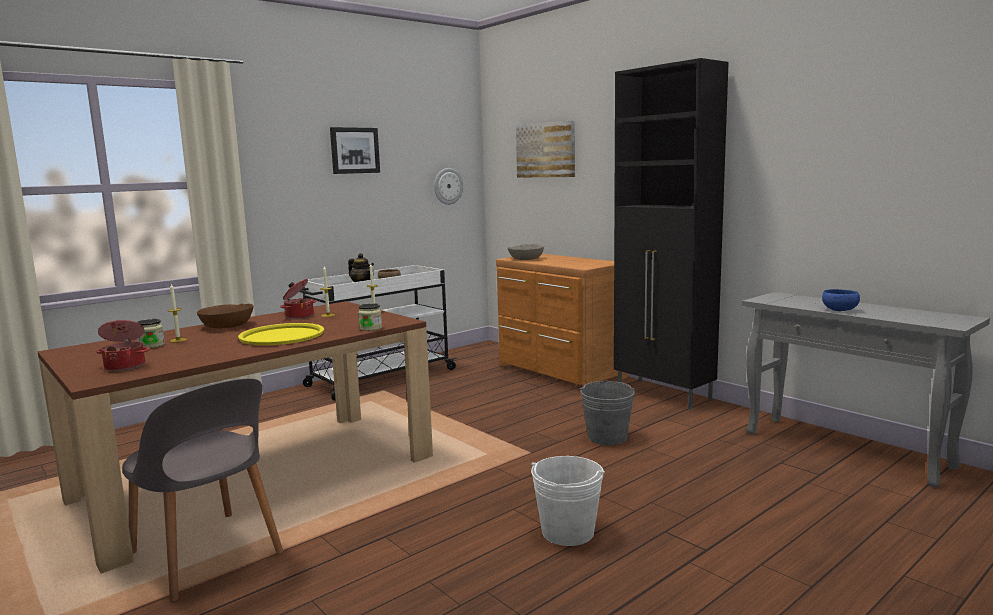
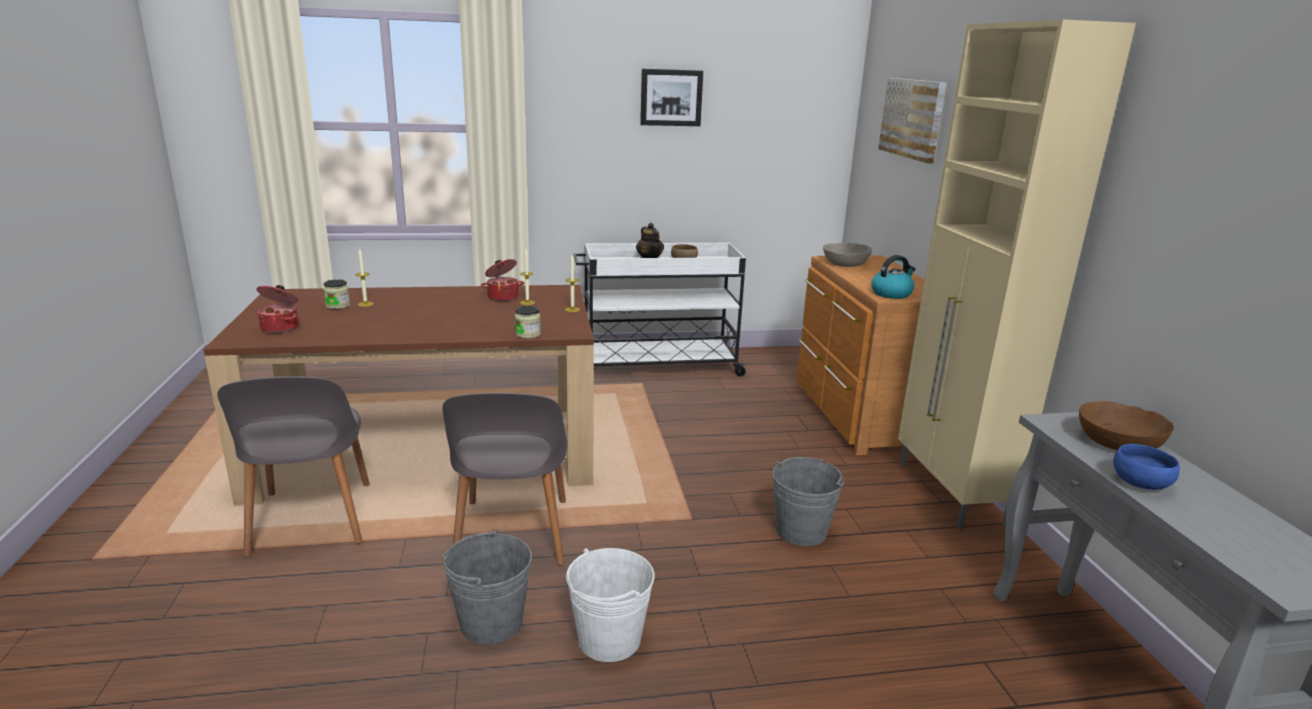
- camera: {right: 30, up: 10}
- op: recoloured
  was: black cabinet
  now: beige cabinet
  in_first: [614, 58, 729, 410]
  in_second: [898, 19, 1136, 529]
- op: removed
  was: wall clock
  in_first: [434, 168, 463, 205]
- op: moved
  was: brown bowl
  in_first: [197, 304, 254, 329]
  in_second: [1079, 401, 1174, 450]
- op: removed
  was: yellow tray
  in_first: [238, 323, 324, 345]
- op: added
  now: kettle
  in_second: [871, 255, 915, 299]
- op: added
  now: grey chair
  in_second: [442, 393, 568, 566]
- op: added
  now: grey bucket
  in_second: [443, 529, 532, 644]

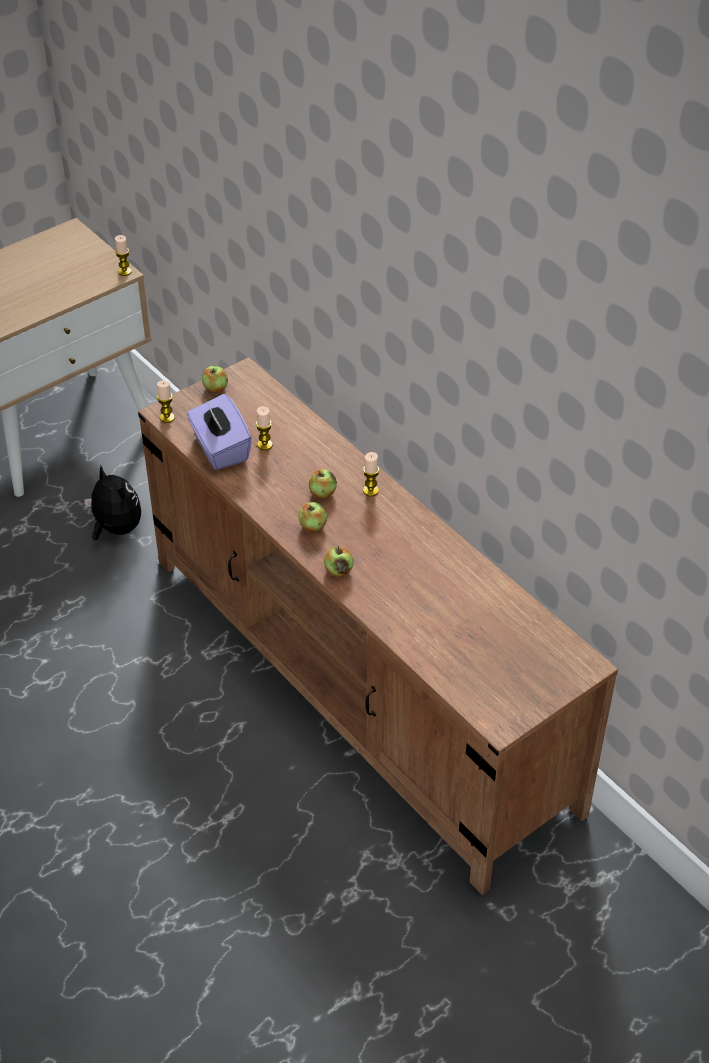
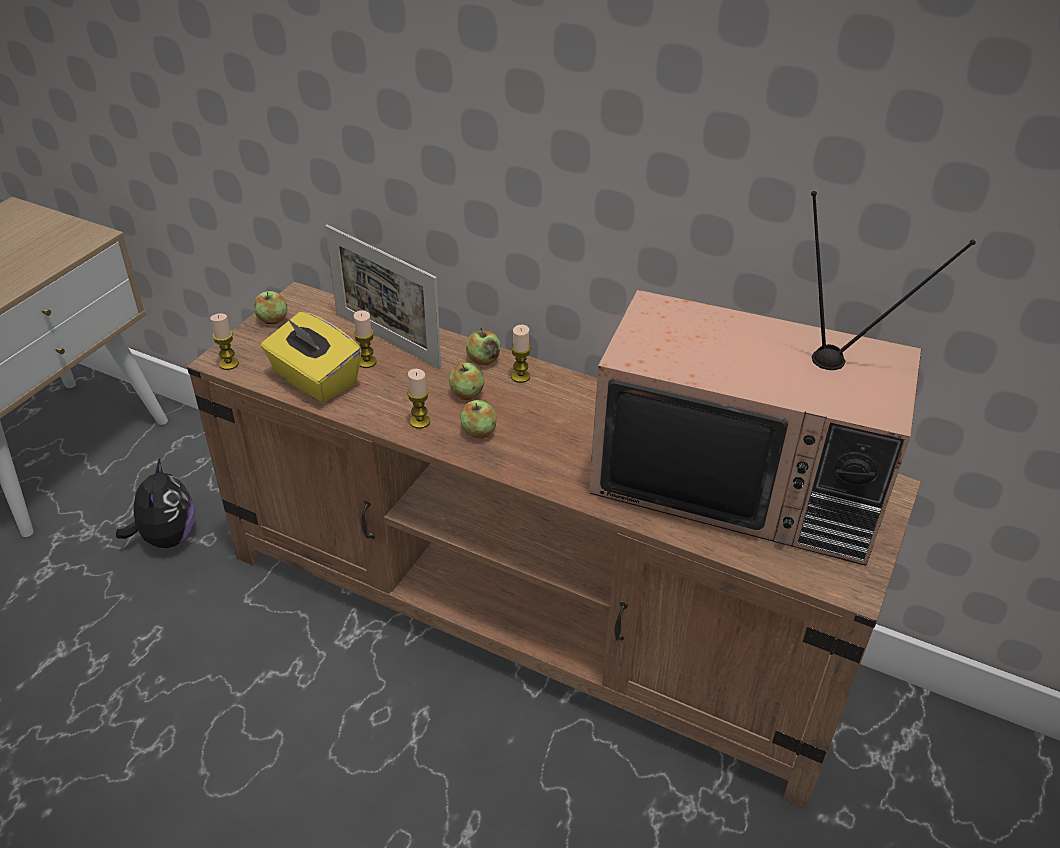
- camera: {right: -25, up: -5}
- op: moved
  was: candle
  in_first: [115, 235, 132, 276]
  in_second: [407, 369, 430, 429]
- op: recoloured
  was: purple tissue box
  now: yellow tissue box
  in_first: [187, 394, 252, 470]
  in_second: [261, 312, 362, 403]
- op: turned
  was: plush toy
  in_first: [84, 466, 141, 540]
  in_second: [116, 458, 194, 548]
  clockwise: 60
- op: moved
  was: apple
  in_first: [324, 546, 354, 577]
  in_second: [466, 328, 500, 365]
- op: added
  now: television
  in_second: [589, 191, 976, 566]
- op: added
  now: picture frame
  in_second: [325, 224, 441, 369]

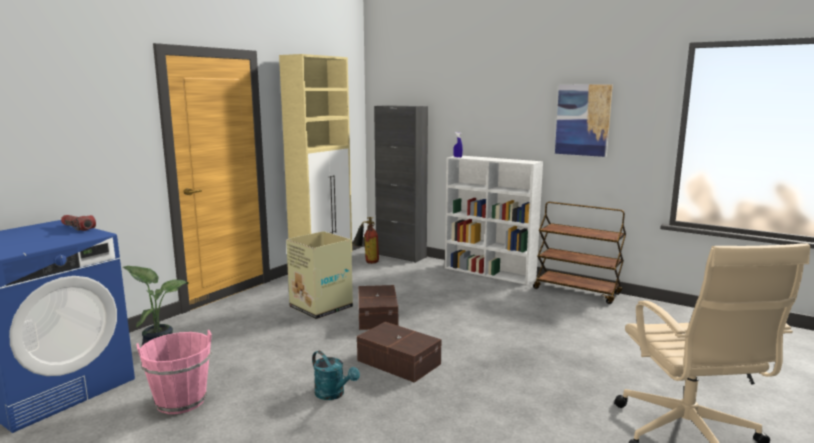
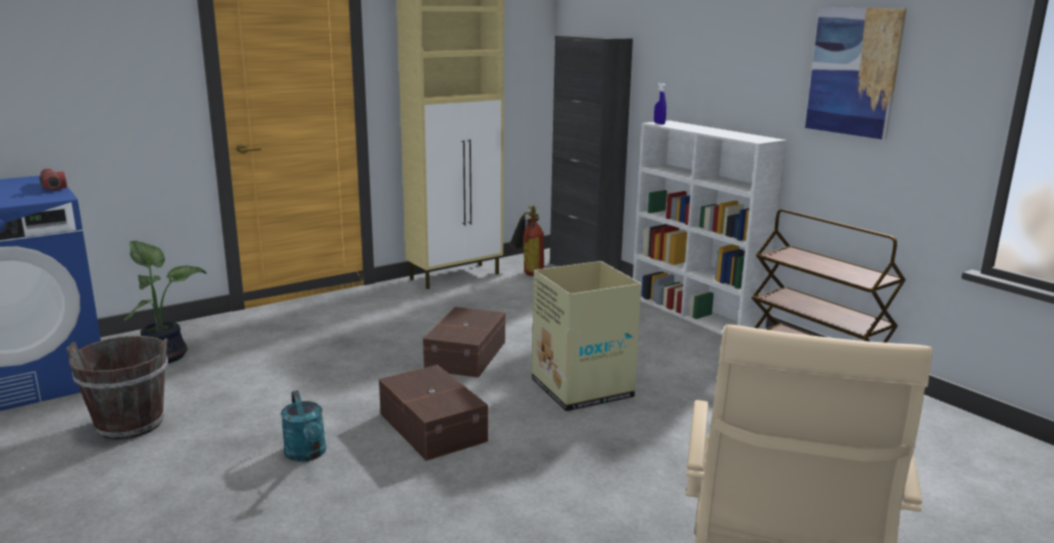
- camera: {right: 20, up: 5}
- op: moved
  was: cardboard box
  in_first: [286, 231, 353, 319]
  in_second: [532, 261, 641, 412]
- op: recoloured
  was: pink bucket
  now: brown bucket
  in_first: [137, 330, 212, 414]
  in_second: [66, 336, 168, 440]

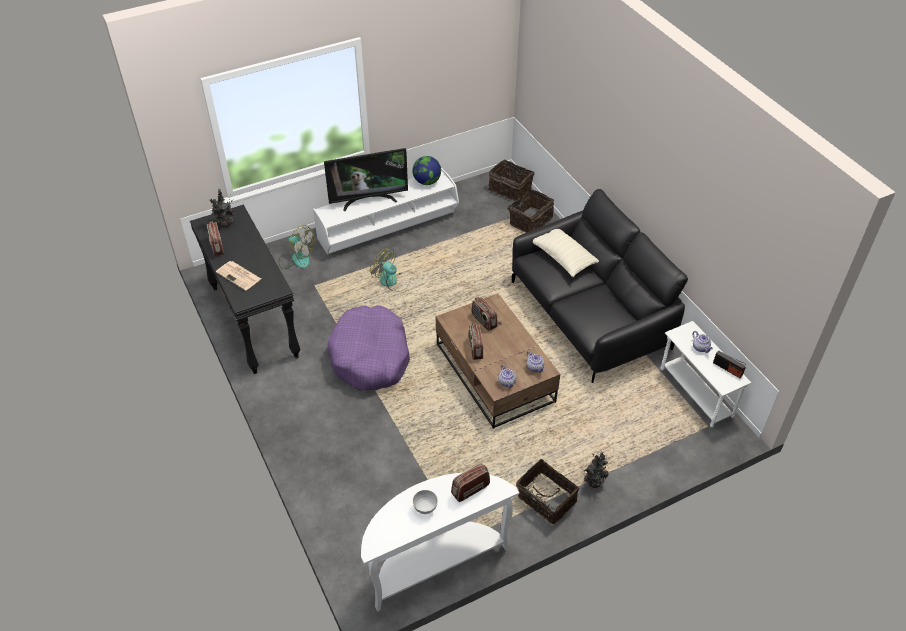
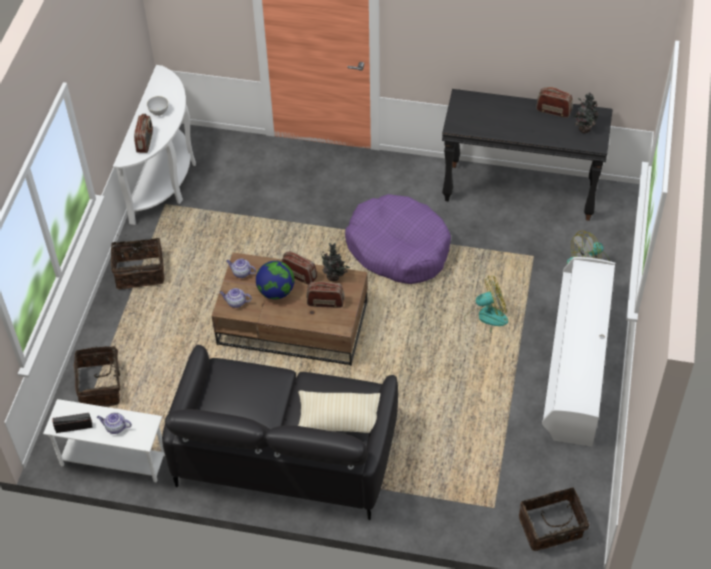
- camera: {right: 130, up: 5}
- op: removed
  was: television
  in_first: [324, 148, 408, 211]
- op: moved
  was: globe
  in_first: [412, 156, 441, 185]
  in_second: [256, 261, 294, 299]
- op: moved
  was: basket
  in_first: [508, 189, 554, 233]
  in_second: [74, 346, 127, 407]
- op: removed
  was: newspaper
  in_first: [216, 261, 261, 291]
- op: moved
  was: potted plant
  in_first: [584, 452, 609, 488]
  in_second: [321, 243, 350, 281]

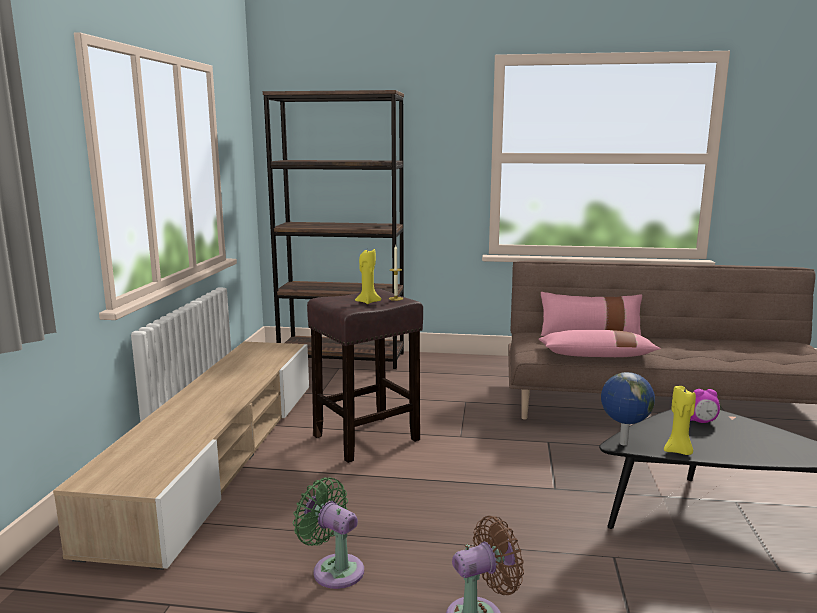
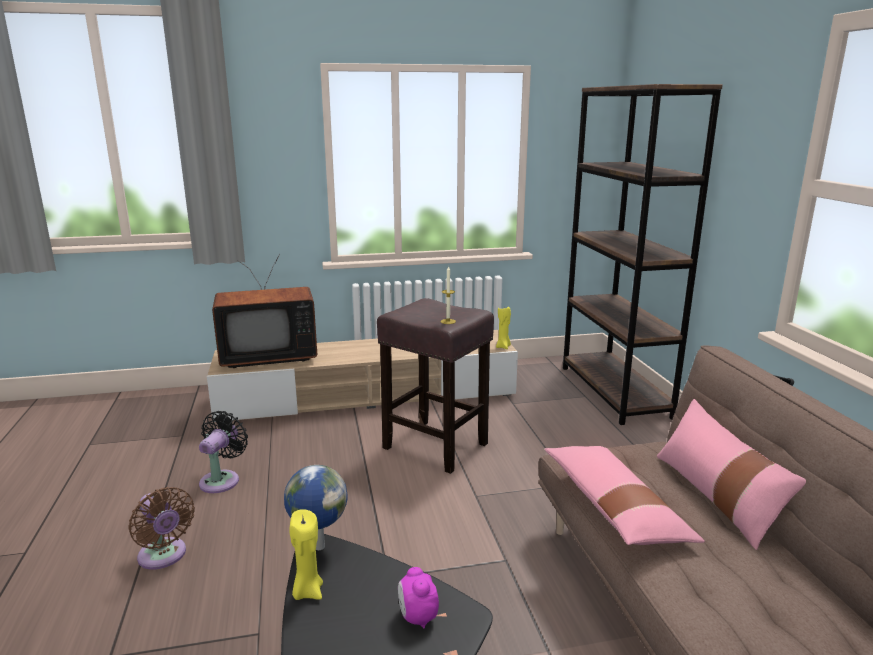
- camera: {right: 70, up: 5}
- op: moved
  was: yellow candle
  in_first: [355, 249, 381, 304]
  in_second: [496, 305, 511, 349]
- op: recoloured
  was: green fan
  now: black fan
  in_first: [293, 477, 364, 589]
  in_second: [199, 411, 248, 493]
- op: added
  now: television
  in_second: [212, 254, 317, 368]

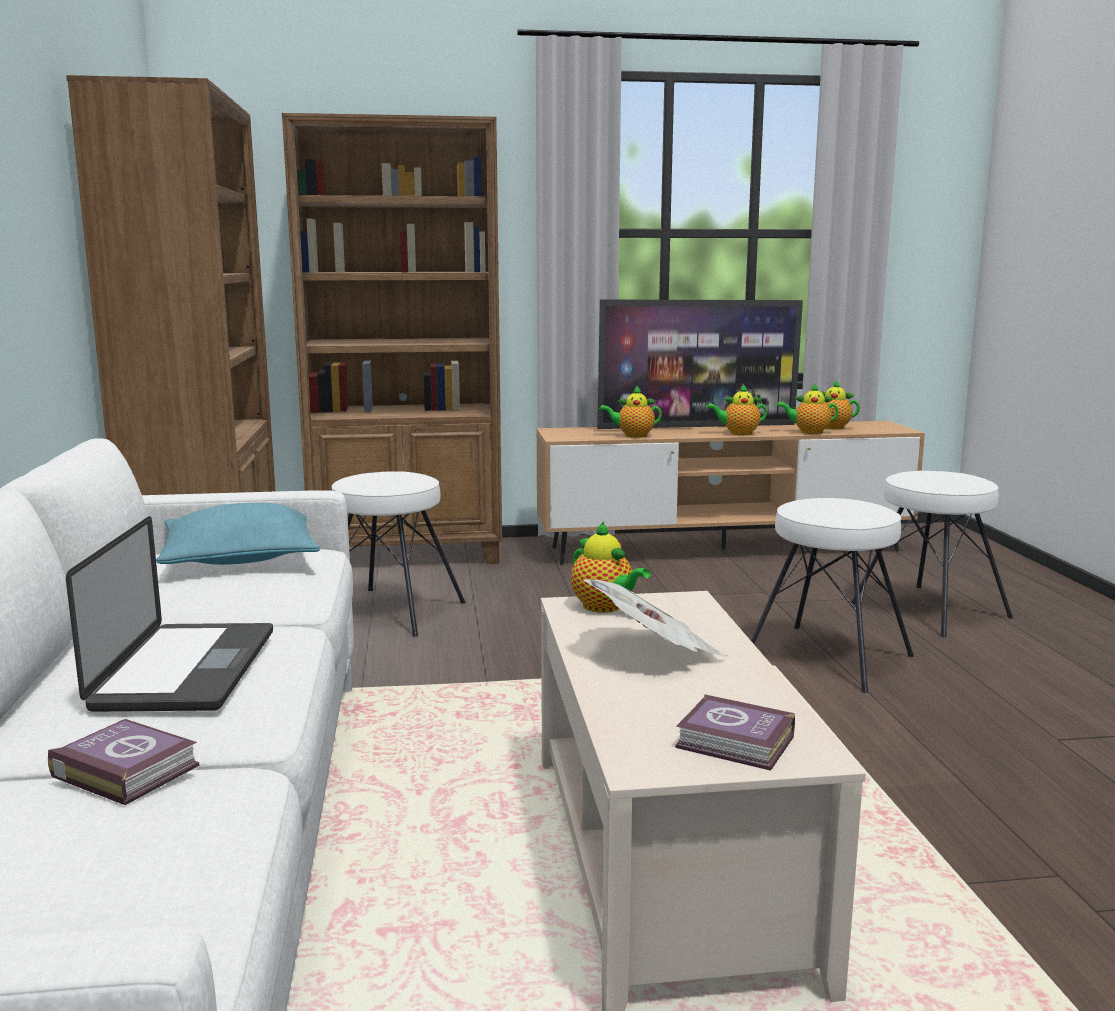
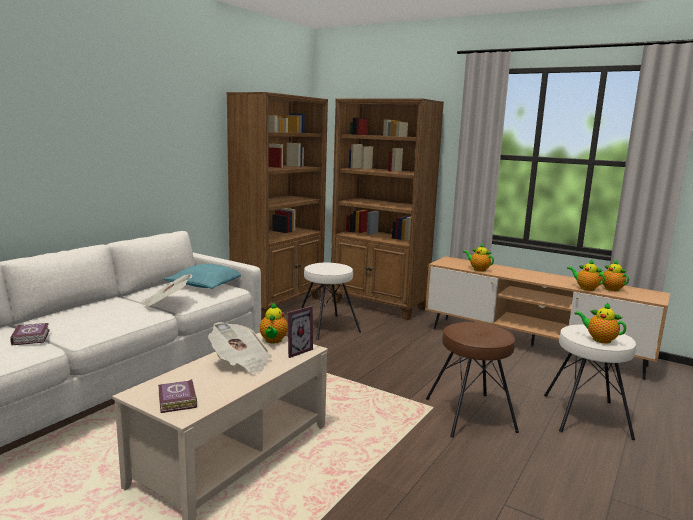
- camera: {right: 40, up: 0}
- op: removed
  was: television
  in_first: [597, 299, 803, 429]
- op: moved
  was: teapot
  in_first: [706, 384, 767, 435]
  in_second: [574, 303, 626, 344]
- op: recoloured
  was: white stool
  now: brown stool
  in_first: [751, 498, 914, 693]
  in_second: [426, 322, 519, 438]
- op: removed
  was: laptop
  in_first: [66, 516, 273, 712]
- op: added
  now: newspaper
  in_second: [141, 274, 192, 307]
- op: added
  now: picture frame
  in_second: [288, 306, 313, 358]

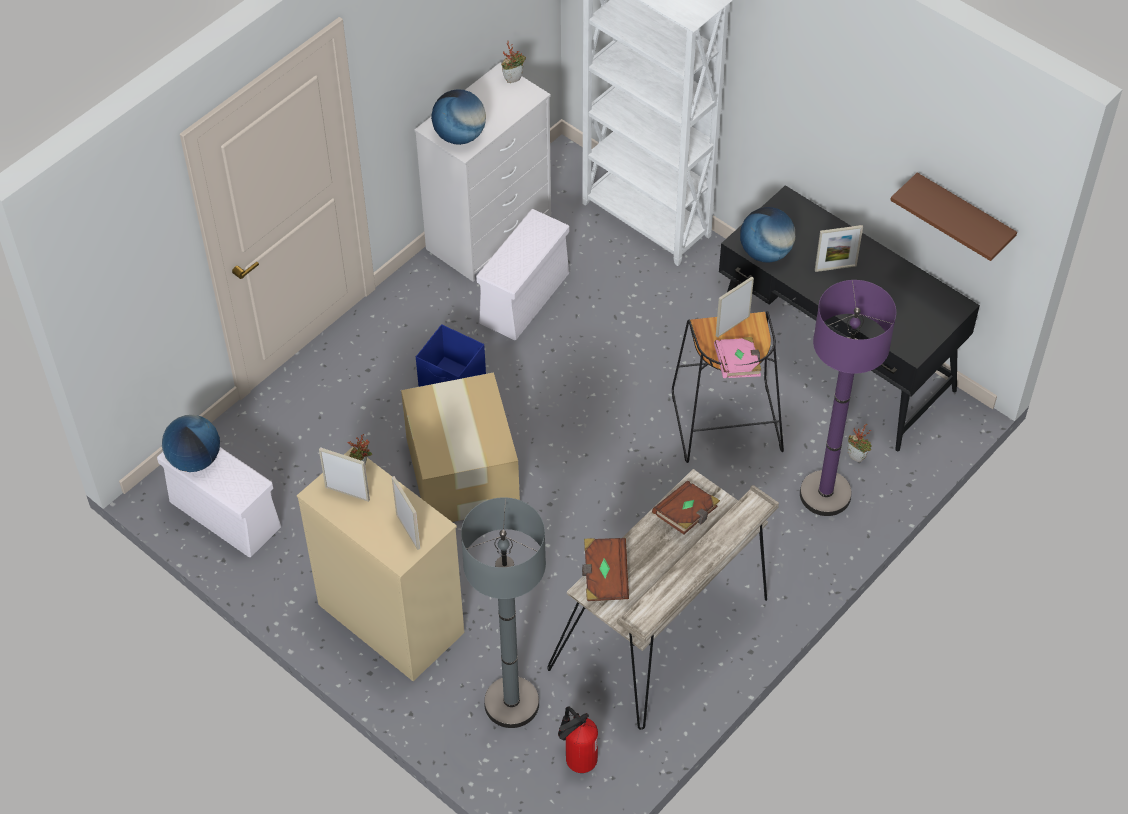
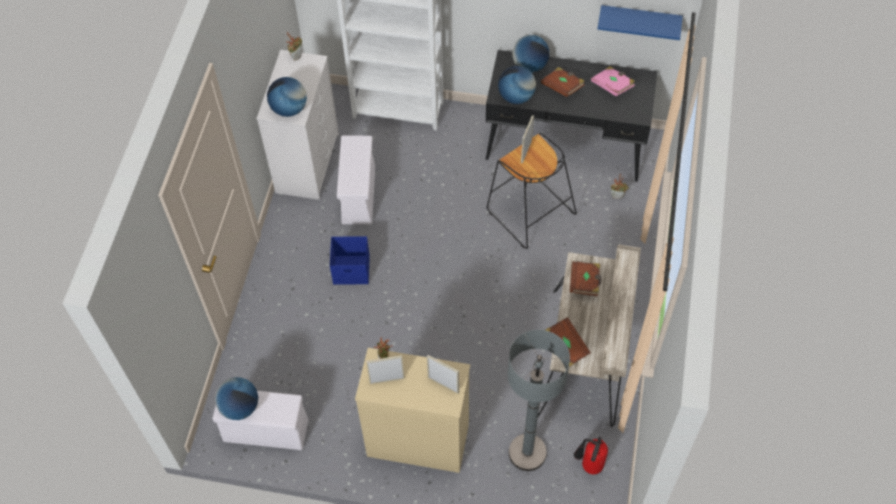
- camera: {right: -30, up: 5}
- op: recoloured
  was: brown shelf
  now: blue shelf
  in_first: [890, 172, 1017, 261]
  in_second: [598, 5, 683, 40]
- op: replaced
  was: picture frame
  now: brown book
  in_first: [815, 225, 863, 272]
  in_second: [541, 67, 585, 97]
- op: removed
  was: purple floor lamp
  in_first: [800, 280, 896, 516]
- op: moved
  was: pink book
  in_first: [714, 337, 761, 378]
  in_second: [591, 66, 635, 96]
- op: removed
  was: cardboard box
  in_first: [401, 372, 520, 522]
- op: added
  now: globe
  in_second: [512, 35, 549, 72]

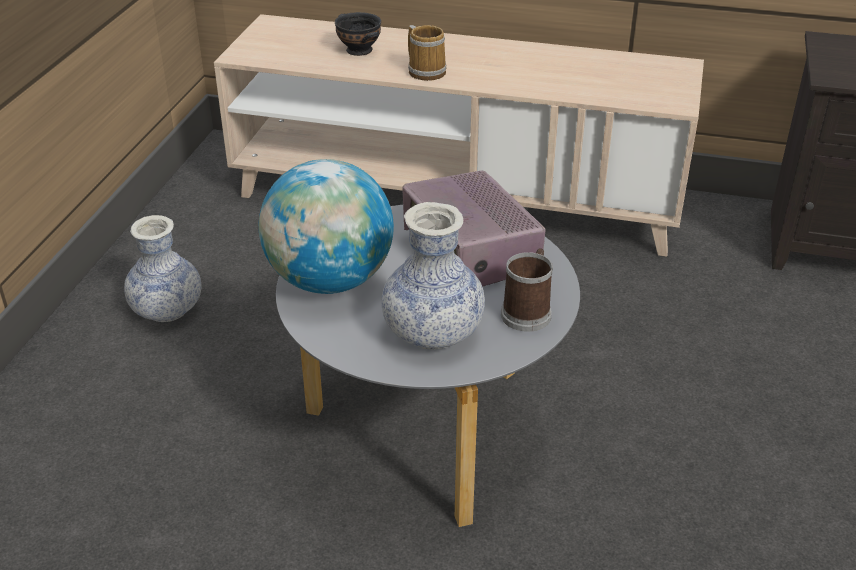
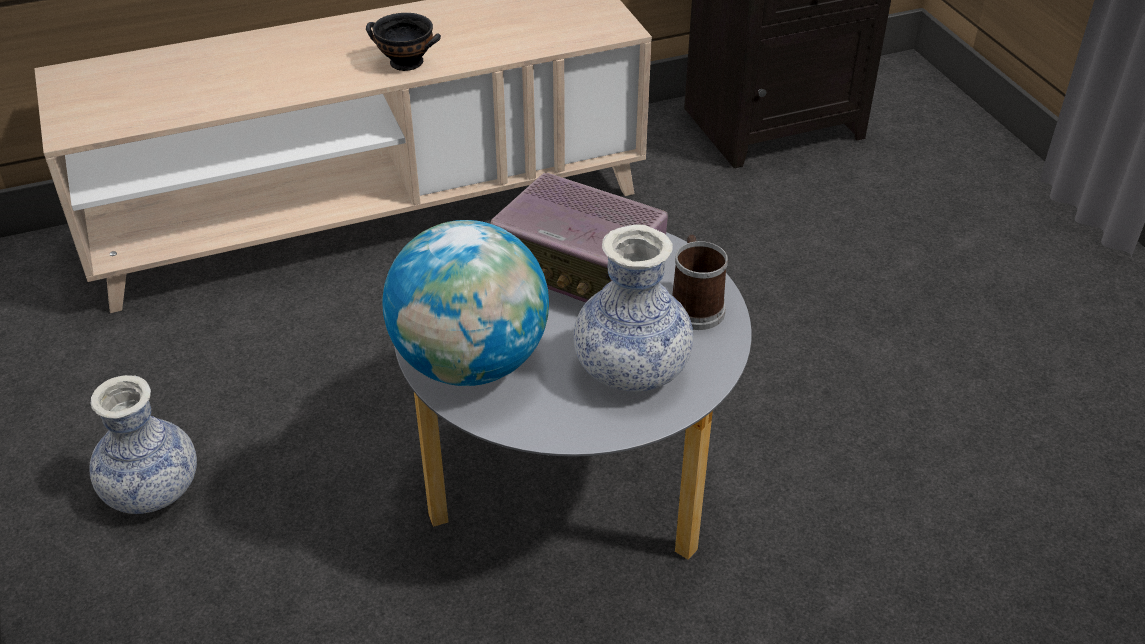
- camera: {right: -35, up: 5}
- op: moved
  was: black bowl
  in_first: [335, 12, 381, 56]
  in_second: [366, 13, 441, 71]
- op: removed
  was: mug
  in_first: [408, 25, 447, 81]

